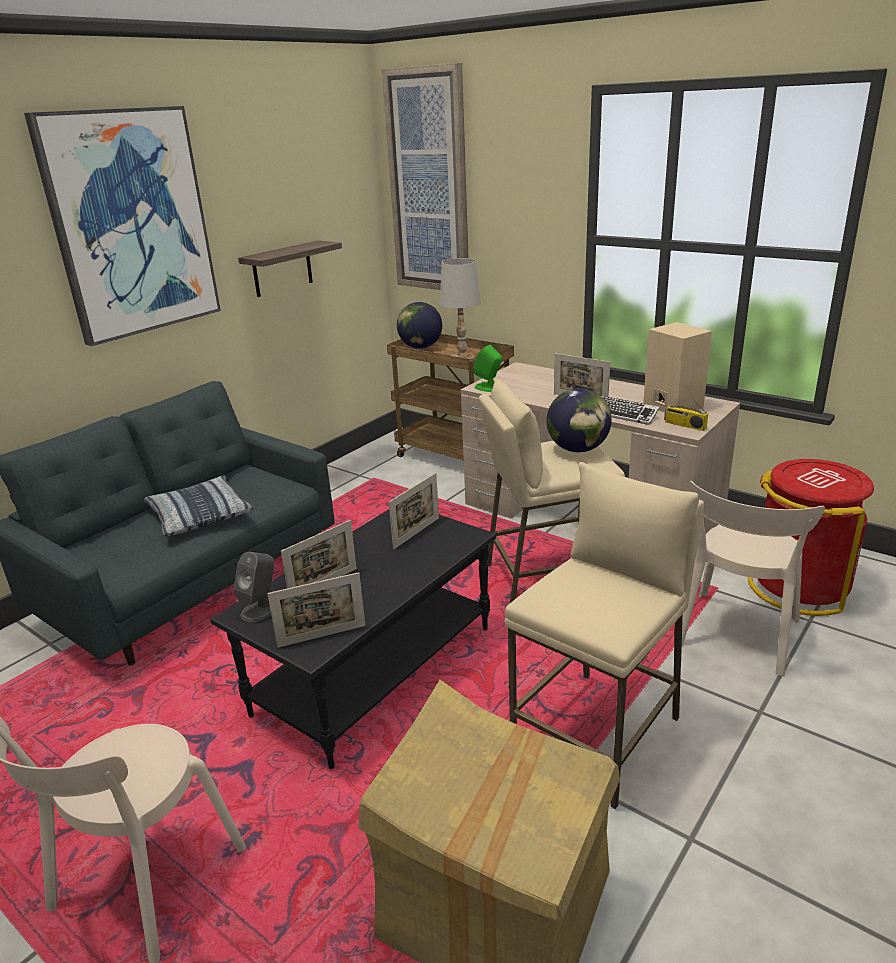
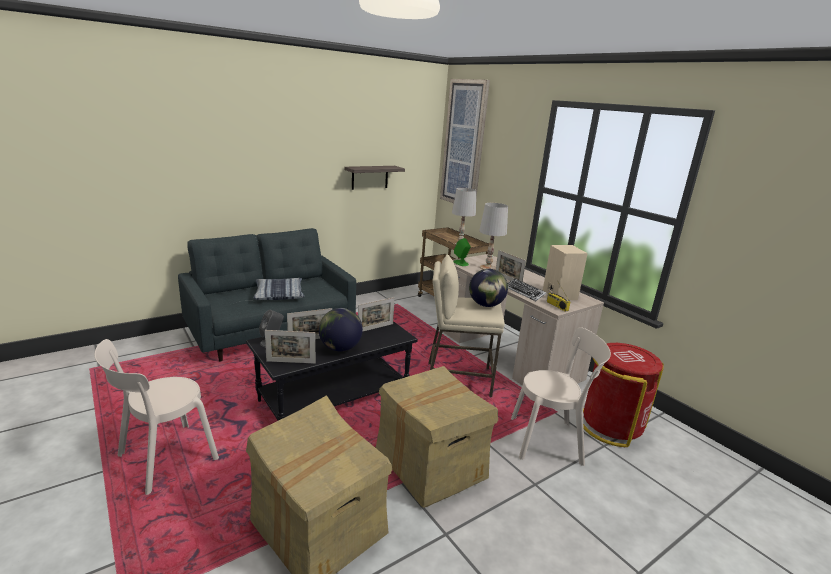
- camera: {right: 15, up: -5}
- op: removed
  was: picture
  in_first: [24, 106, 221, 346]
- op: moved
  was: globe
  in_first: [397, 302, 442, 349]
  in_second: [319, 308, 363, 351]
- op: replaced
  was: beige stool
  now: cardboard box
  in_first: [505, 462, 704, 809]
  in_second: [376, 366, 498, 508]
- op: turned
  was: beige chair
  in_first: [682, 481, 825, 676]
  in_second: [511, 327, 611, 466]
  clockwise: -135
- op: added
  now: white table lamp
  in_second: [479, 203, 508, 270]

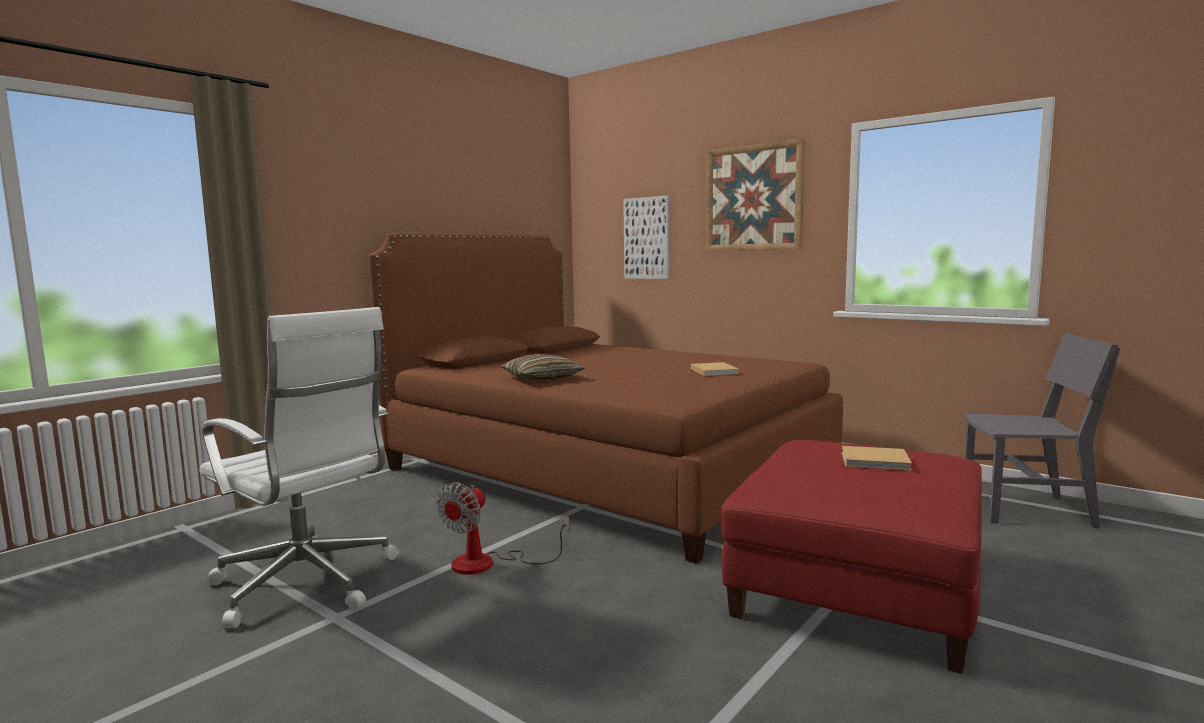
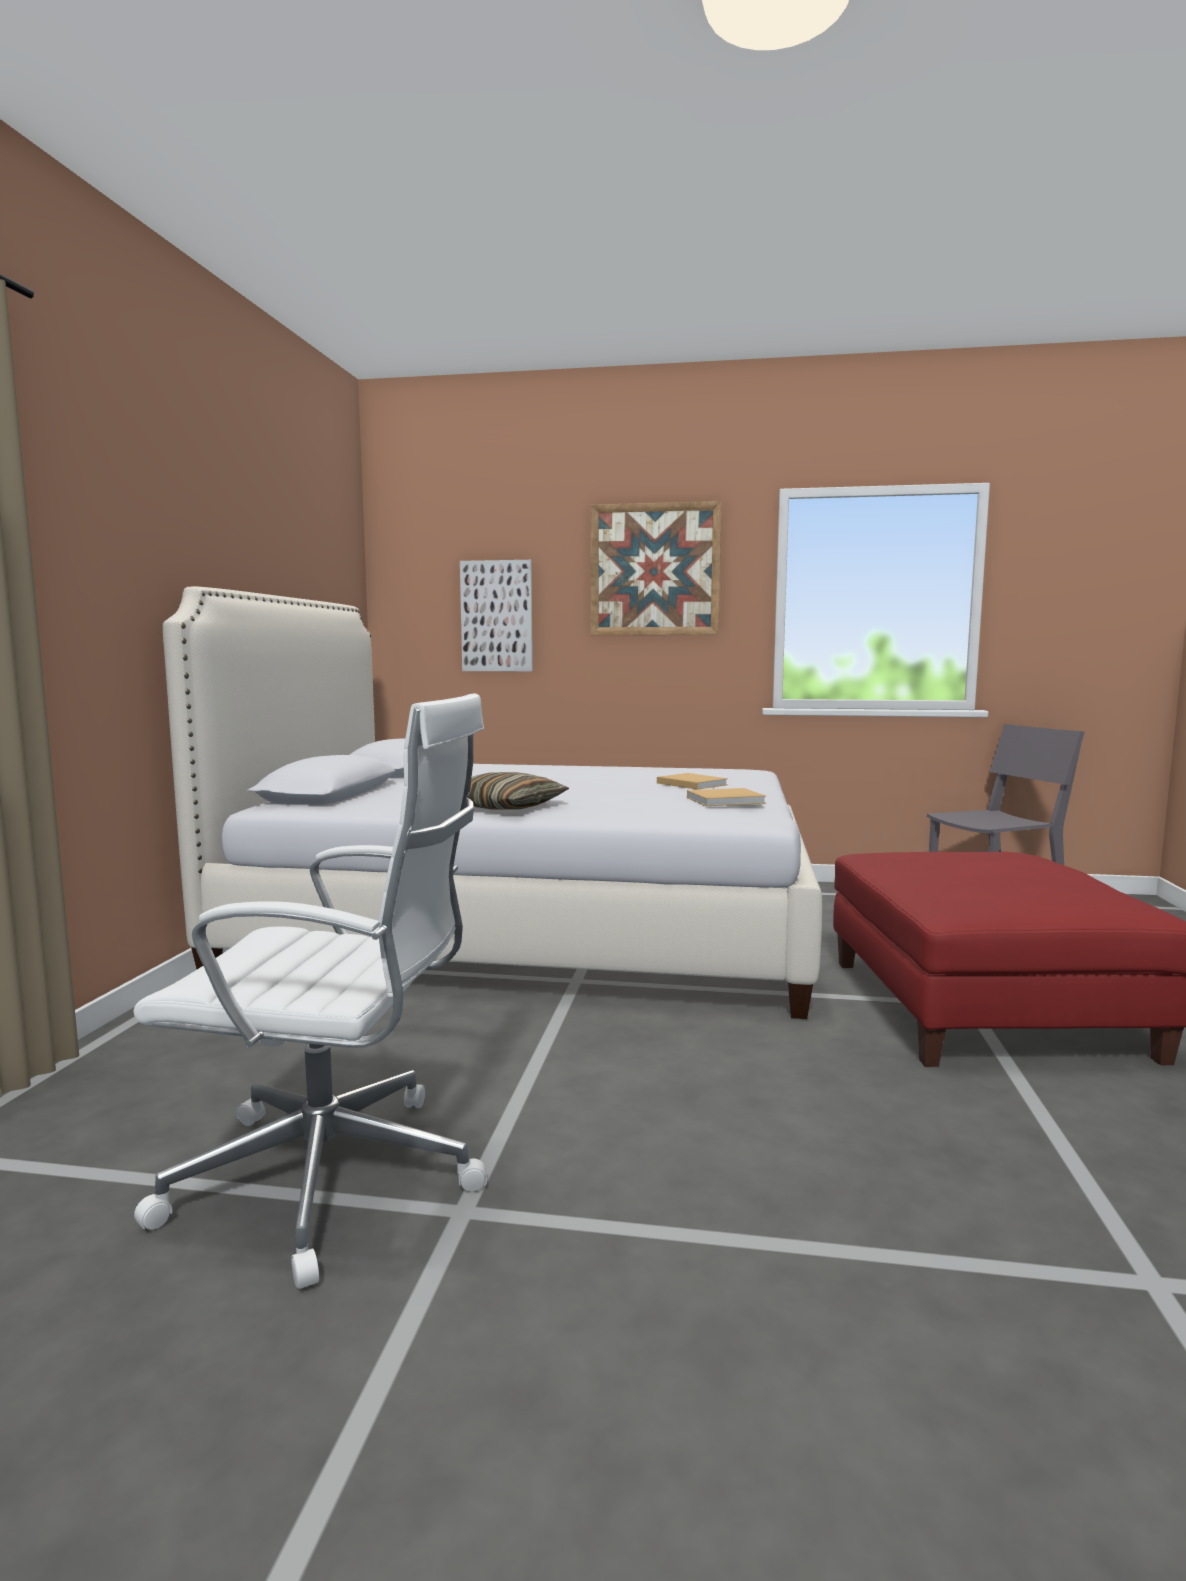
- camera: {right: -30, up: 0}
- op: recoloured
  was: brown bed
  now: white bed
  in_first: [368, 233, 843, 563]
  in_second: [163, 586, 822, 1019]
- op: moved
  was: beige book
  in_first: [842, 446, 912, 471]
  in_second: [687, 788, 767, 806]
- op: removed
  was: fan
  in_first: [437, 482, 569, 575]

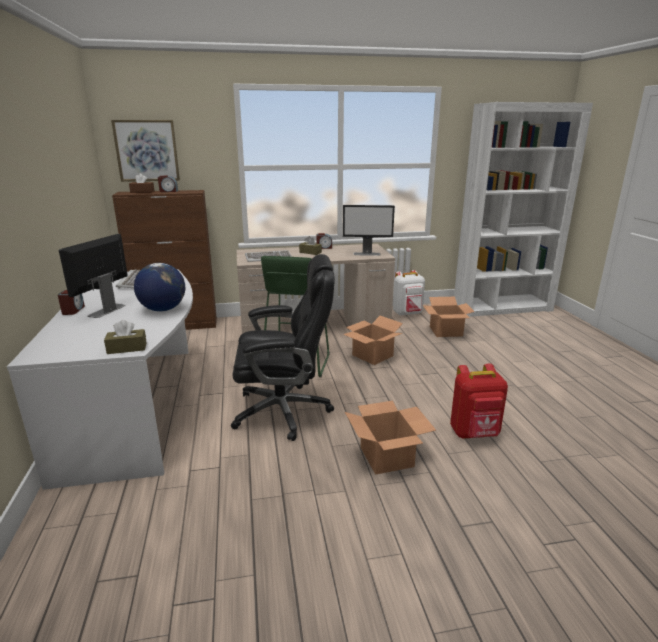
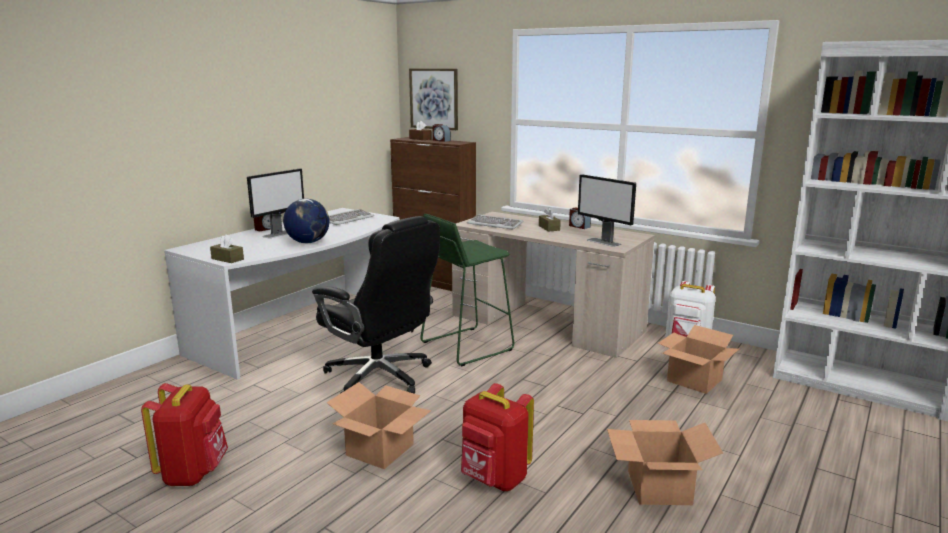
- camera: {right: 45, up: -5}
- op: turned
  was: monitor
  in_first: [59, 234, 128, 318]
  in_second: [247, 168, 304, 238]
  clockwise: 150
- op: moved
  was: cardboard box
  in_first: [343, 316, 403, 365]
  in_second: [607, 420, 723, 505]
- op: added
  now: red backpack
  in_second: [141, 383, 228, 486]

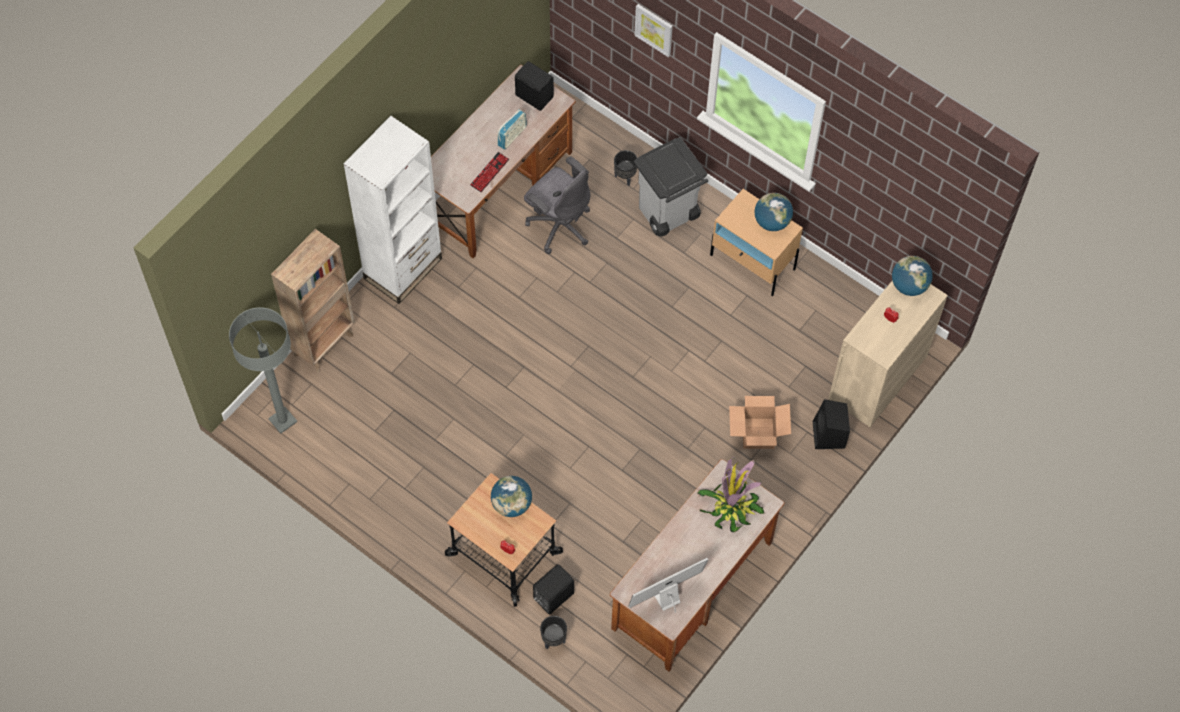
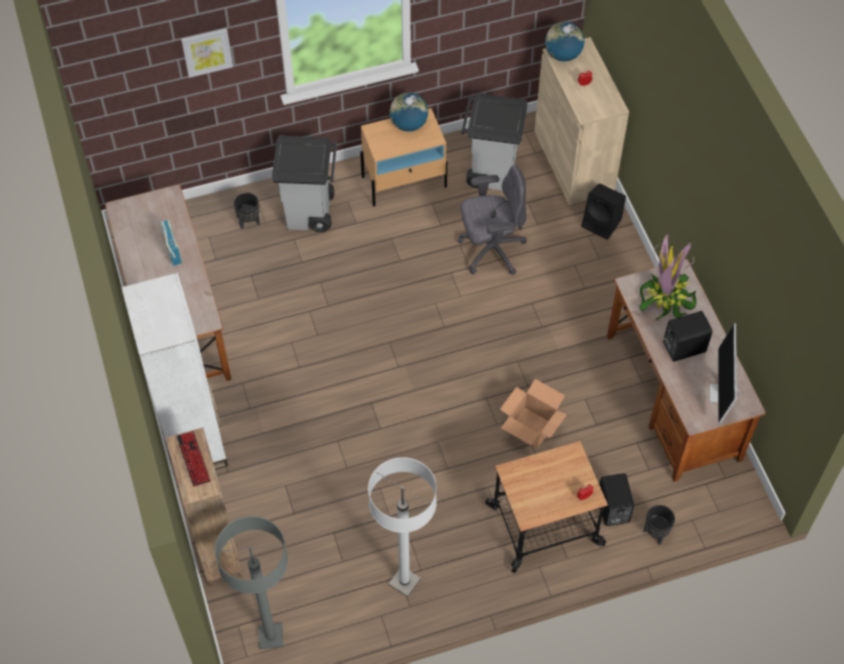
- camera: {right: -55, up: -5}
- op: moved
  was: black speaker
  in_first: [515, 61, 554, 111]
  in_second: [663, 311, 712, 362]
- op: moved
  was: keyboard
  in_first: [470, 152, 509, 192]
  in_second: [177, 431, 210, 486]
- op: moved
  was: grey office chair
  in_first: [524, 156, 590, 254]
  in_second: [458, 165, 527, 275]
- op: moved
  was: cardboard box
  in_first: [729, 396, 791, 449]
  in_second: [500, 379, 567, 448]
- op: removed
  was: globe
  in_first: [491, 476, 532, 517]
- op: added
  now: grey trash can
  in_second: [461, 93, 527, 191]
- op: added
  now: white floor lamp
  in_second: [368, 457, 437, 597]

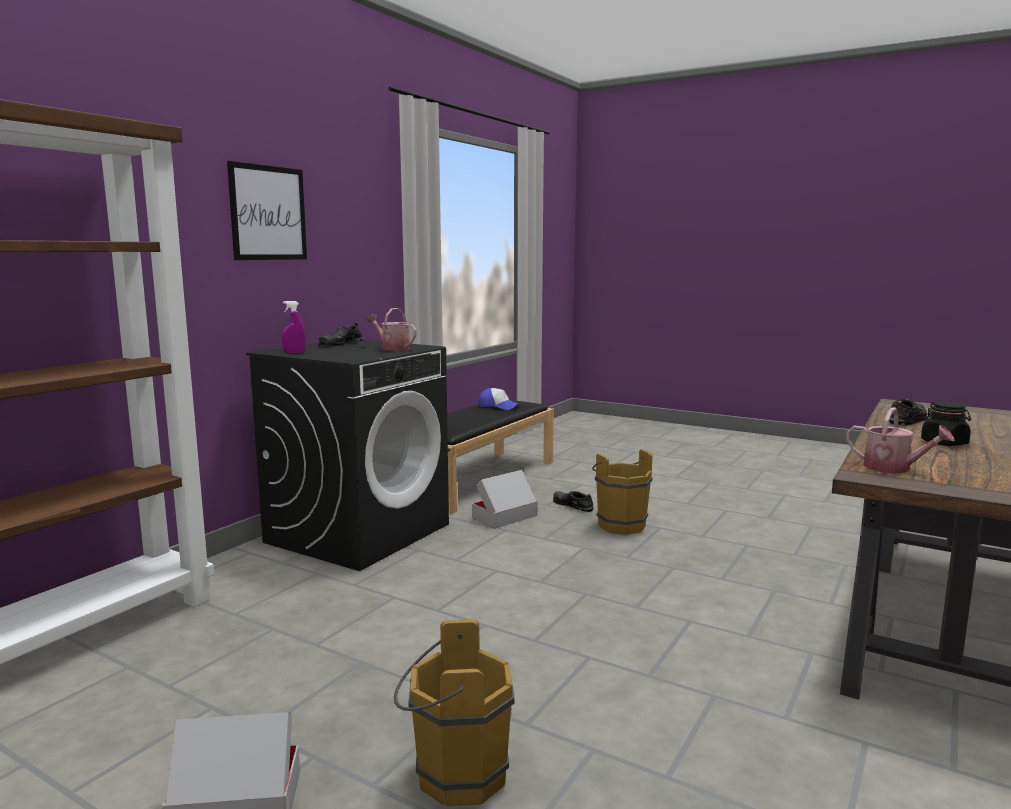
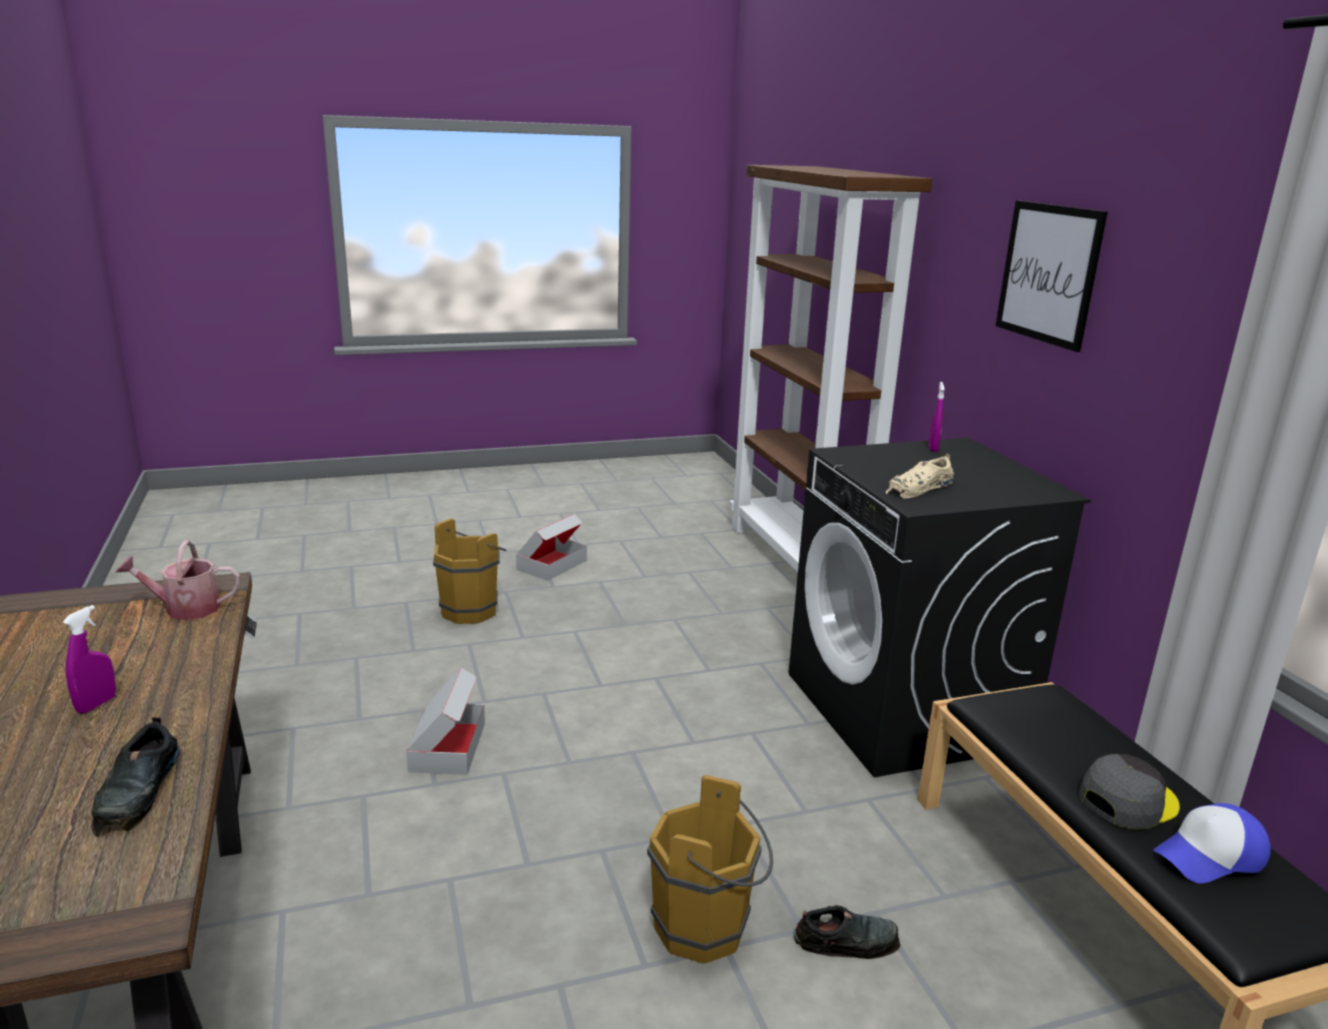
- camera: {right: 130, up: 10}
- op: replaced
  was: watering can
  now: beige shoe
  in_first: [366, 308, 416, 351]
  in_second: [886, 453, 954, 498]
- op: removed
  was: black shoe
  in_first: [318, 323, 363, 347]
- op: replaced
  was: black jar
  now: purple spray bottle
  in_first: [921, 401, 971, 446]
  in_second: [63, 605, 116, 714]
- op: moved
  was: cardboard box
  in_first: [472, 470, 537, 528]
  in_second: [406, 667, 485, 775]
- op: added
  now: grey cap
  in_second: [1080, 754, 1180, 829]

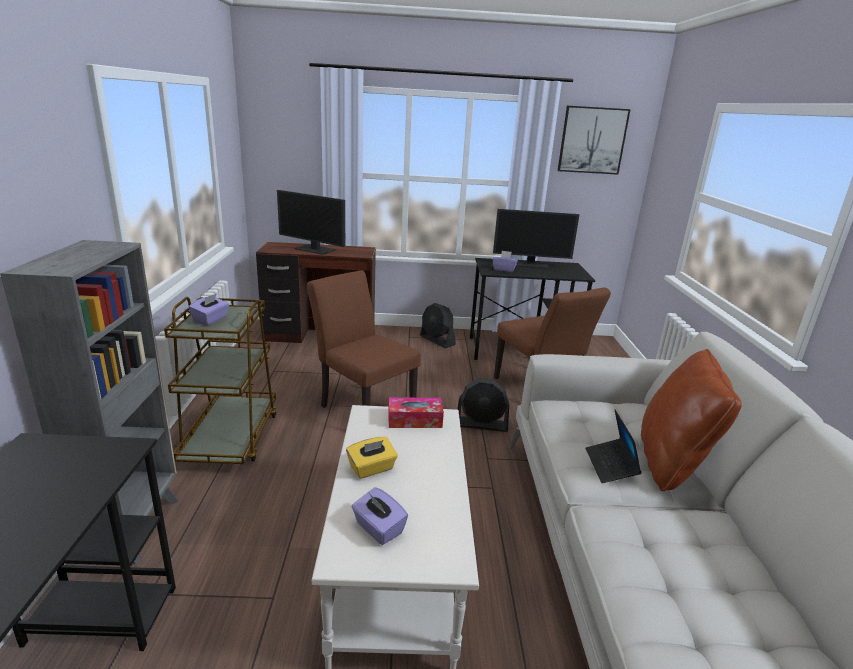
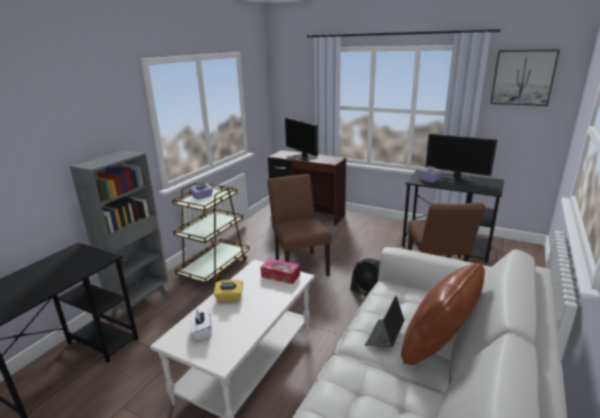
- camera: {right: 30, up: 0}
- op: removed
  was: black fan
  in_first: [420, 303, 456, 348]
- op: recoloured
  was: purple tissue box
  now: white tissue box
  in_first: [351, 487, 408, 545]
  in_second: [190, 307, 212, 340]

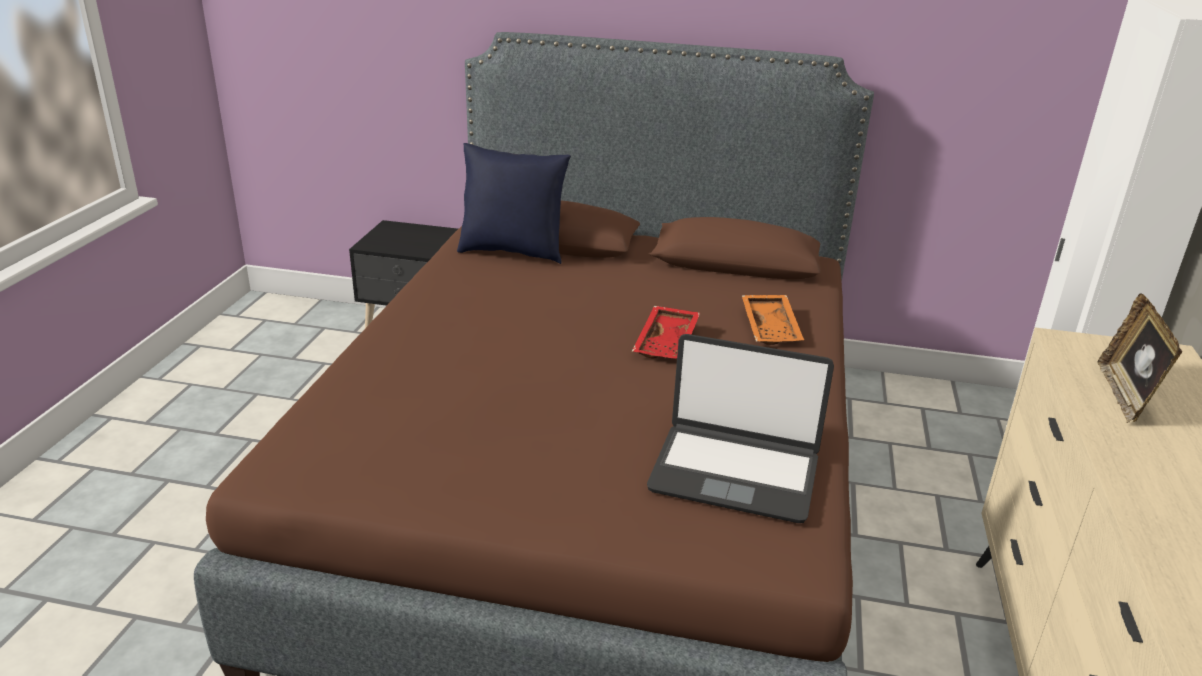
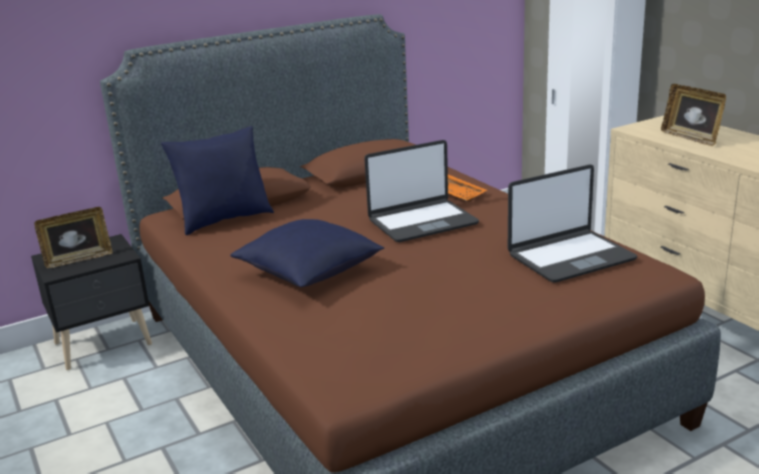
- camera: {right: -40, up: -5}
- op: replaced
  was: red tray
  now: laptop
  in_first: [632, 306, 700, 359]
  in_second: [364, 140, 479, 242]
- op: added
  now: picture frame
  in_second: [34, 207, 113, 268]
- op: added
  now: blue pillow
  in_second: [230, 219, 384, 287]

